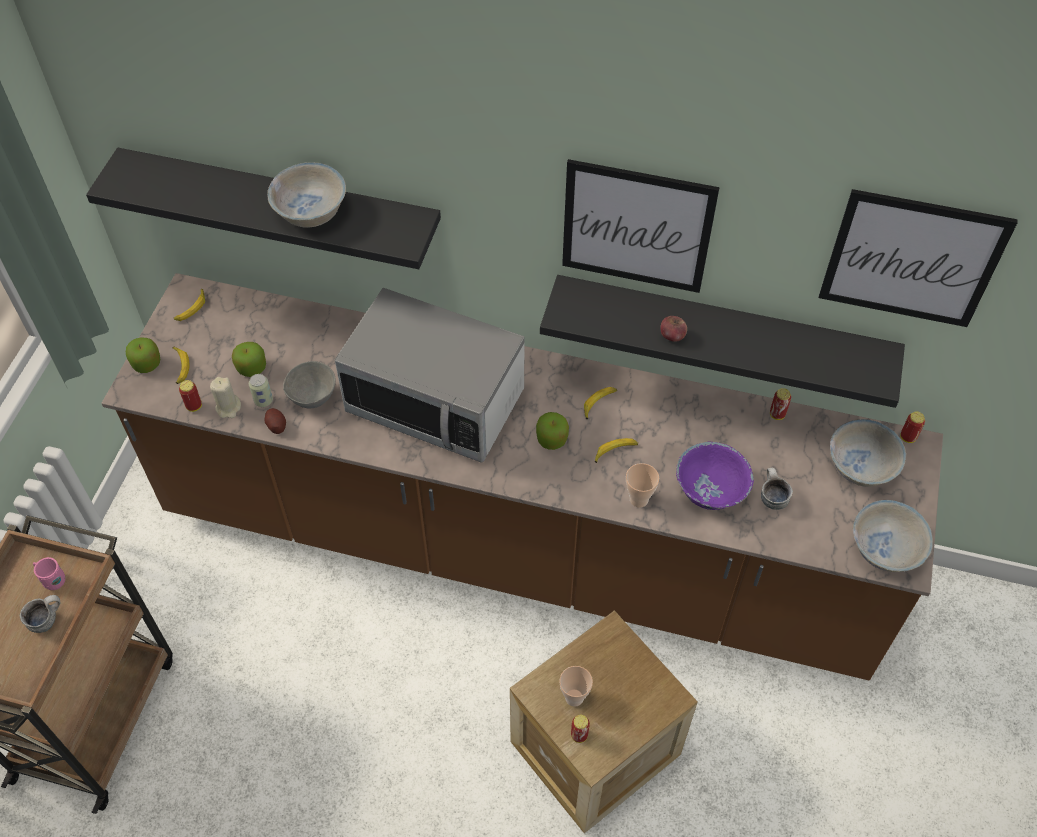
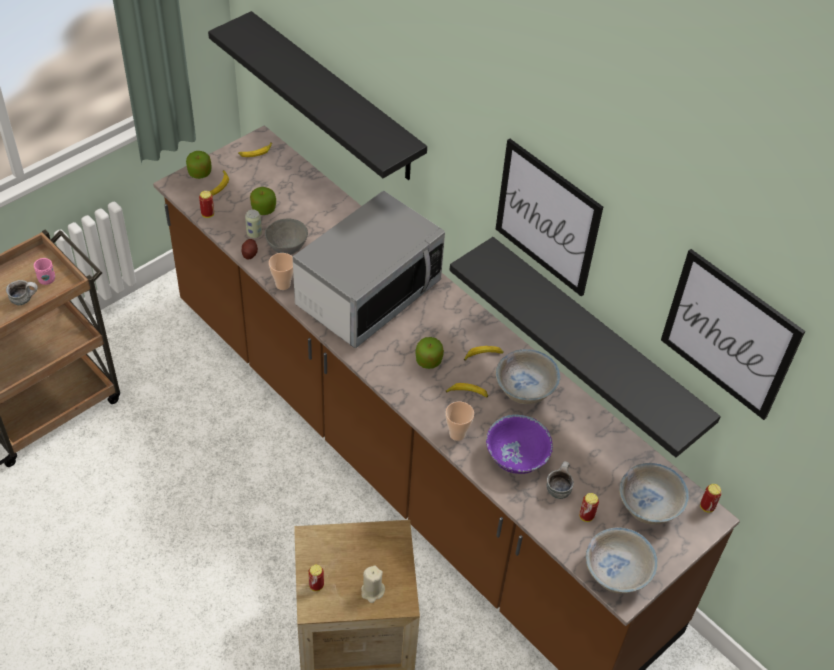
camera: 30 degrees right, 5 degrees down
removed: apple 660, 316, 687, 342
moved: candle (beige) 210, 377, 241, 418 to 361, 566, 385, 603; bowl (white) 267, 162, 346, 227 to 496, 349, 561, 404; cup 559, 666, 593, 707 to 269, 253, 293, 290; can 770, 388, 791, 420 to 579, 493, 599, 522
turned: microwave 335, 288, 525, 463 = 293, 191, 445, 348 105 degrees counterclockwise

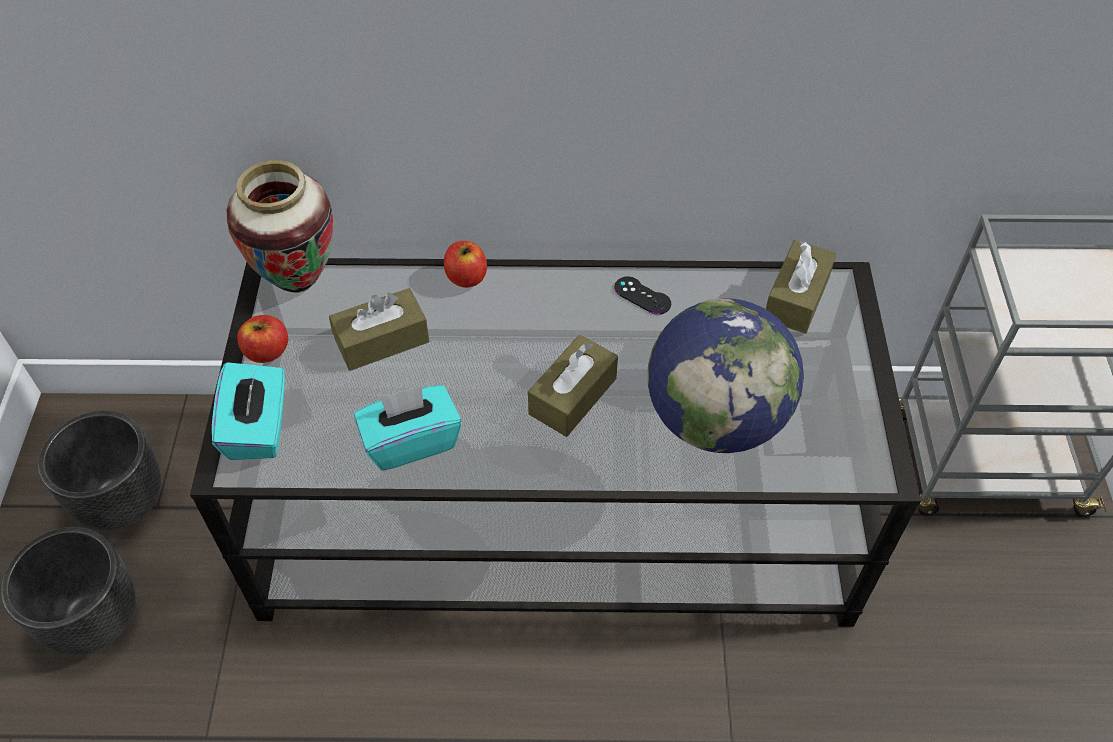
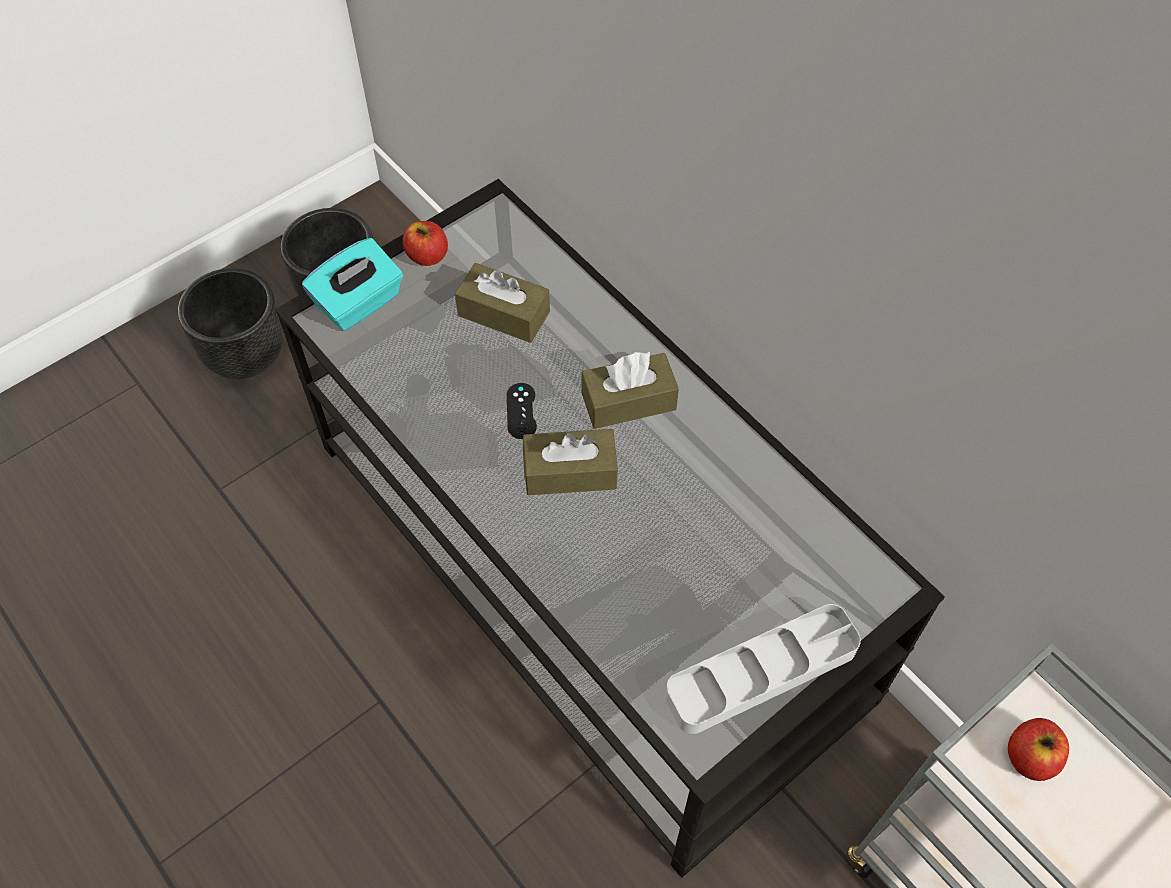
camera: 50 degrees right, 5 degrees up
removed: vase 227, 160, 333, 293; tissue box (turquoise) 354, 385, 462, 471; globe 648, 298, 804, 453
added: tray (grey) 665, 604, 861, 734
moved: apple 444, 241, 487, 288 to 1008, 718, 1069, 781; game controller (black) 614, 276, 671, 315 to 507, 383, 537, 439; tissue box (brown) 766, 240, 836, 334 to 581, 351, 679, 429

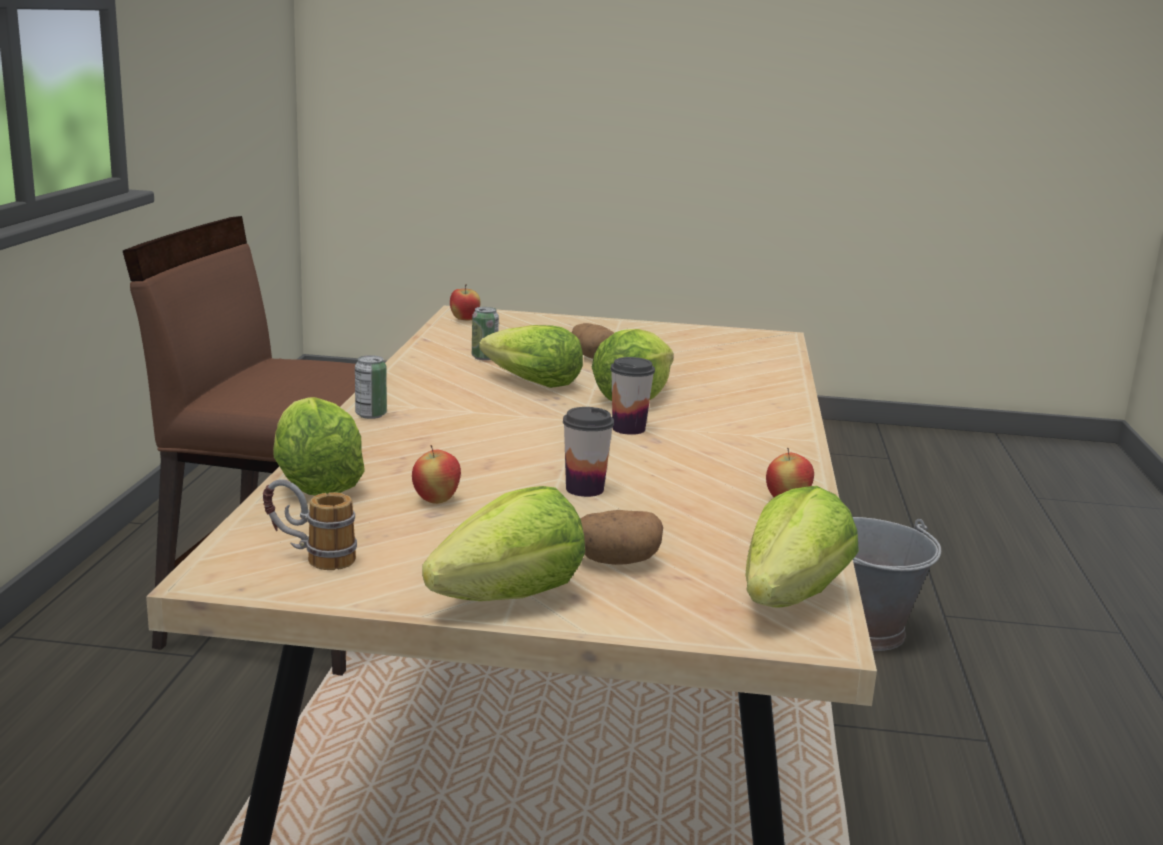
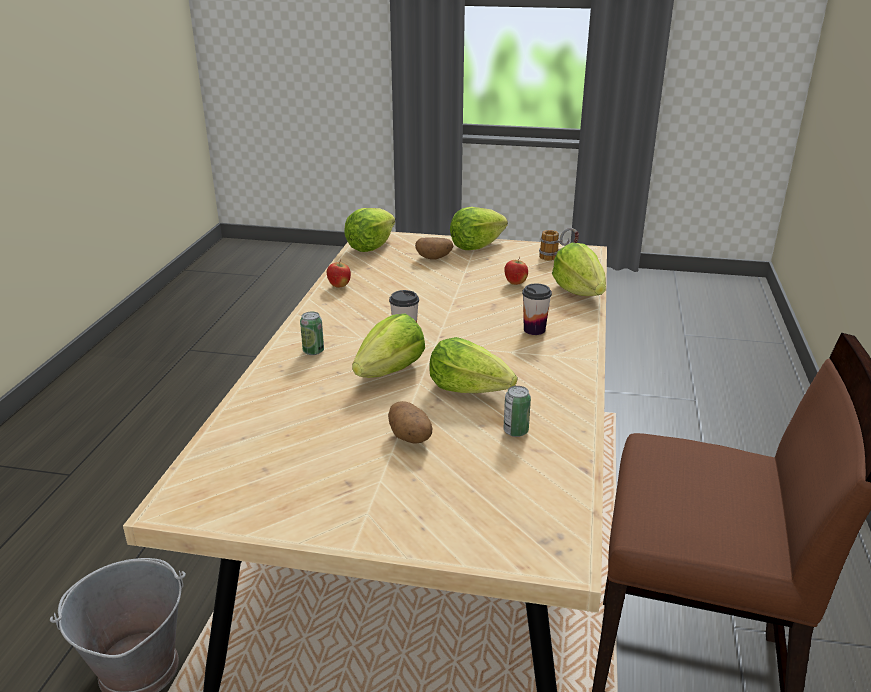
camera: 175 degrees left, 10 degrees up
removed: apple 450, 284, 480, 321
moved: can 355, 355, 387, 419 to 300, 311, 324, 355; cup 563, 407, 614, 497 to 522, 283, 552, 335

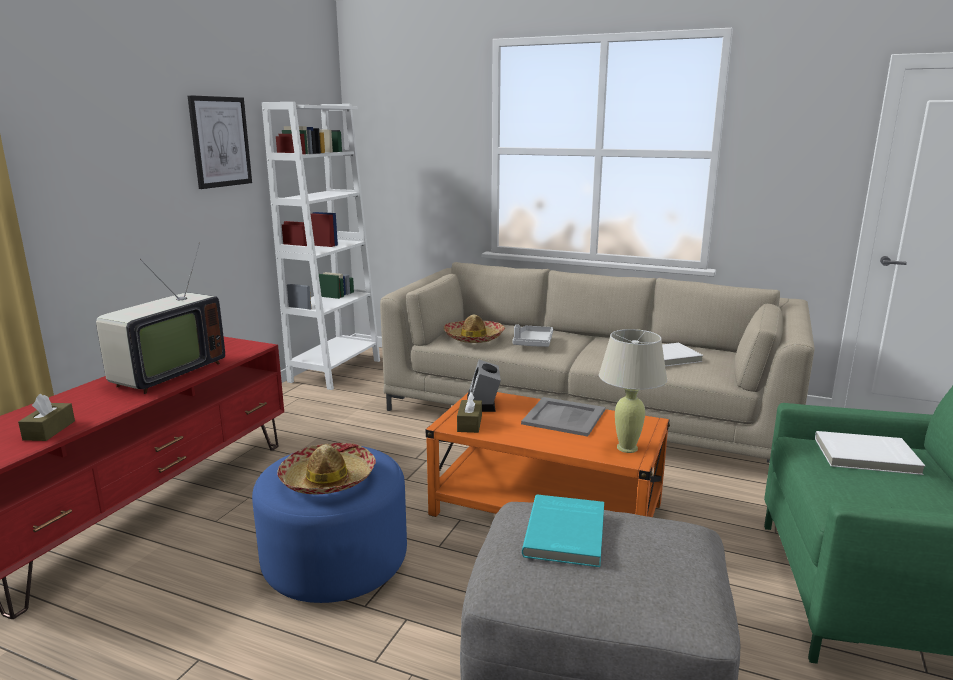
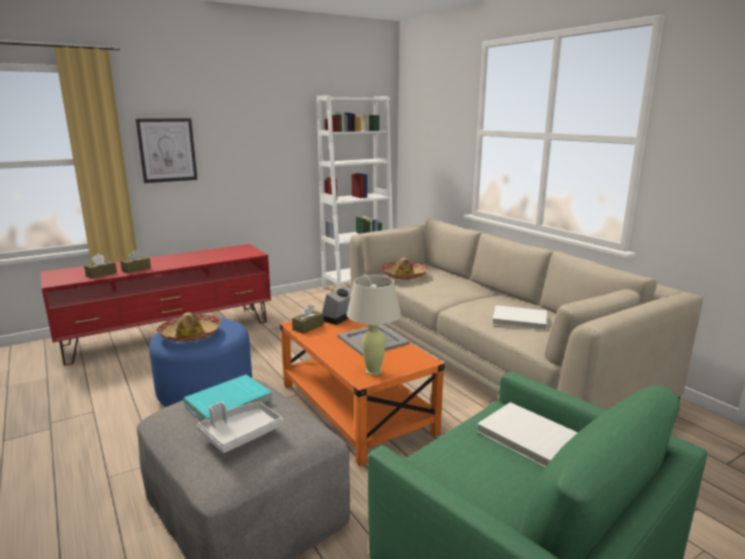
camera: 35 degrees right, 0 degrees up
removed: television 96, 243, 225, 394
added: tissue box (brown) 120, 250, 151, 273
moved: picture 188, 95, 252, 189 to 136, 118, 197, 183; tray (grey) 513, 324, 553, 347 to 197, 402, 283, 453

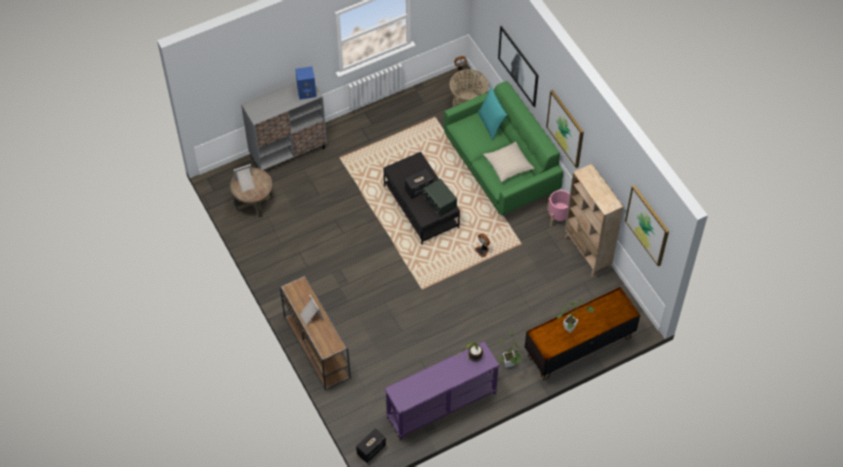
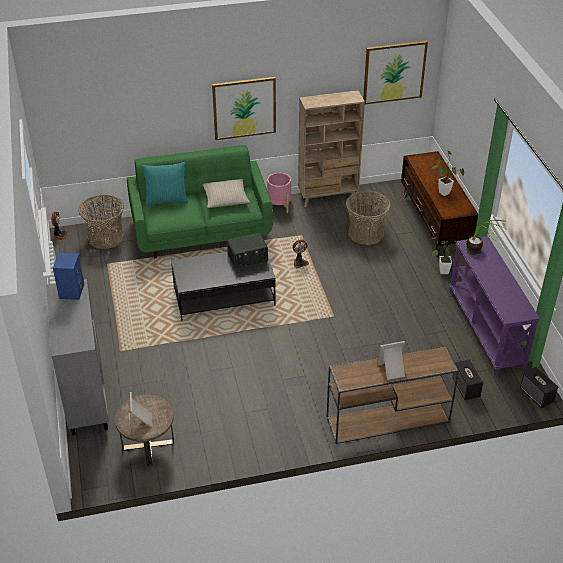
camera: 75 degrees left, 15 degrees down
removed: picture 498, 26, 539, 107
added: basket 346, 191, 391, 245
moved: speaker 405, 169, 433, 199 to 452, 359, 483, 400

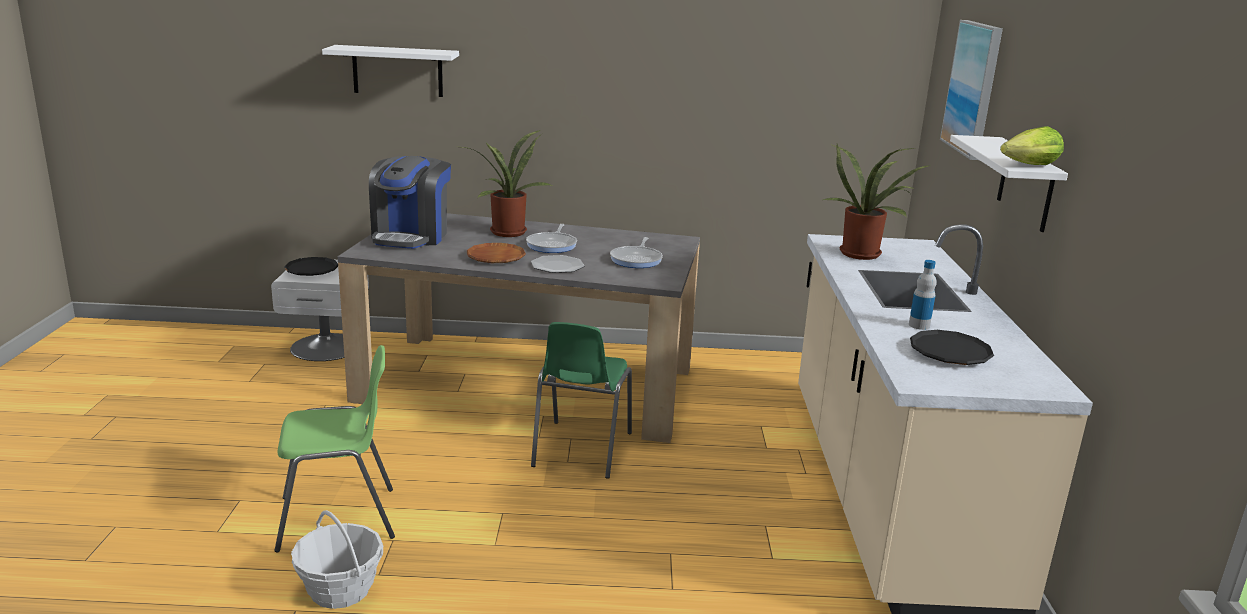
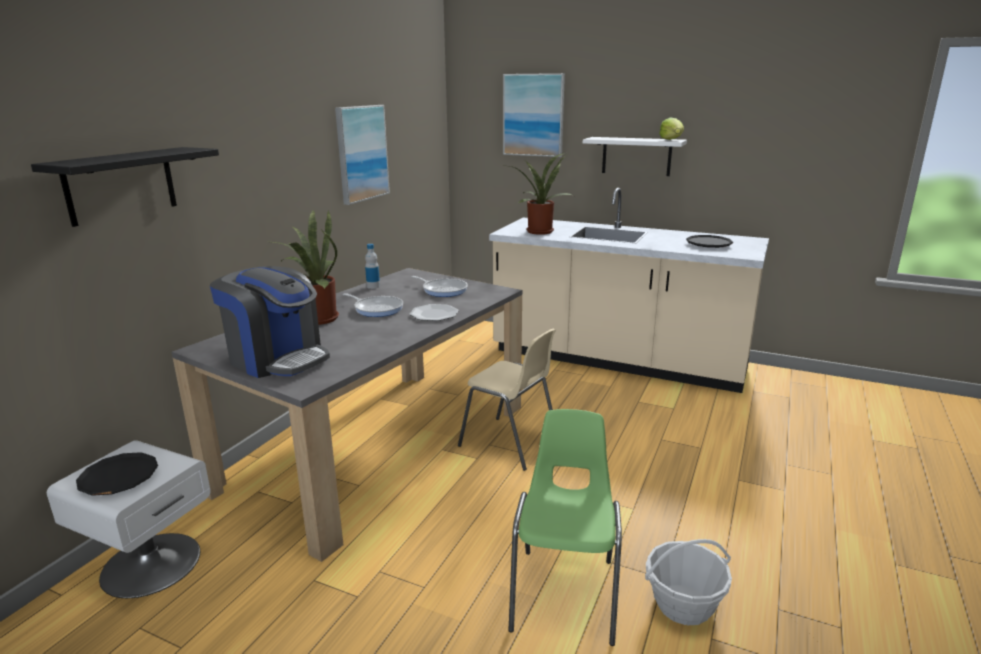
camera: 65 degrees left, 0 degrees up
removed: plate (brown) 467, 243, 526, 263
added: picture 335, 105, 390, 205
moved: bottle 909, 260, 937, 330 to 365, 244, 380, 289
recoloured: shelf (white) 322, 45, 459, 97 to shelf (black) 31, 147, 219, 227; chair (green) 531, 322, 632, 479 to chair (beige) 458, 329, 556, 471

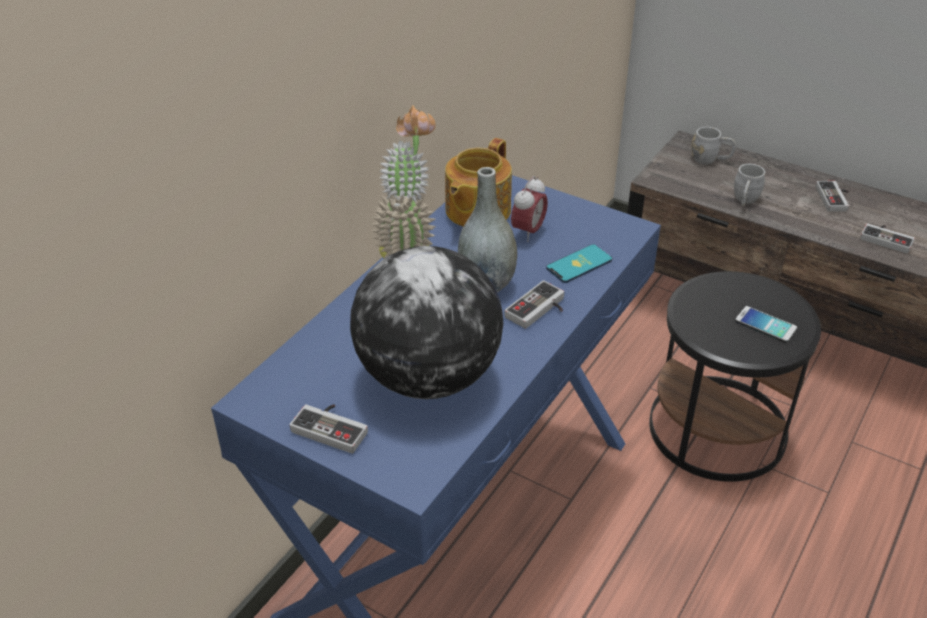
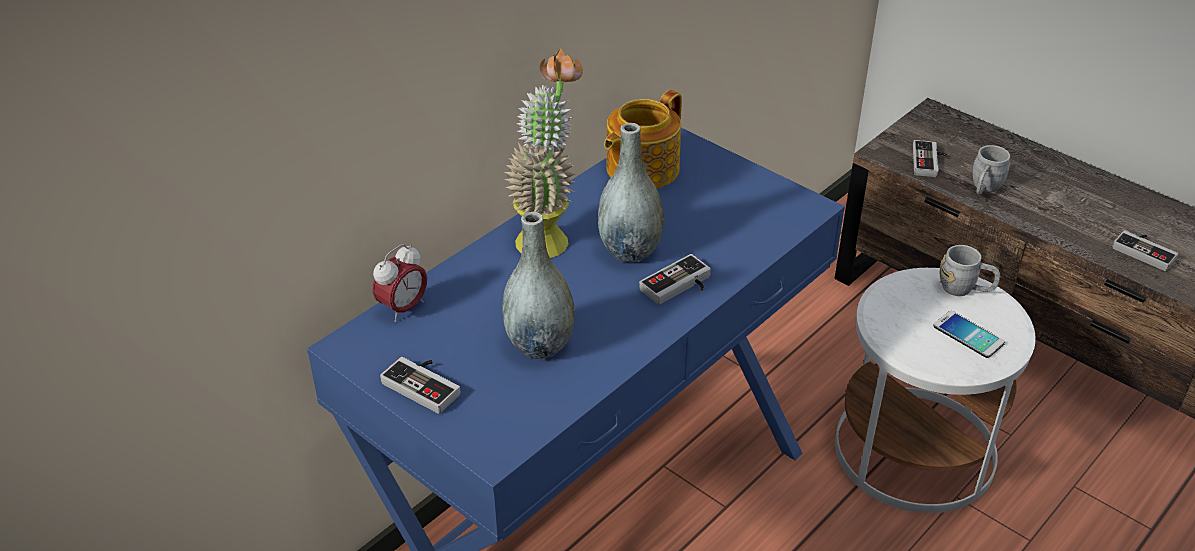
camera: 10 degrees right, 0 degrees up
removed: phone 546, 244, 612, 283
moved: alarm clock 511, 176, 548, 242 to 372, 244, 427, 322; mug (grey) 691, 127, 736, 165 to 940, 245, 1000, 296; game controller 816, 181, 849, 212 to 913, 140, 948, 177
replaced: globe 350, 246, 503, 399 to vase (grey) 503, 212, 575, 359
recoloured: side table (black) 649, 271, 821, 482 to side table (white) 835, 268, 1036, 513

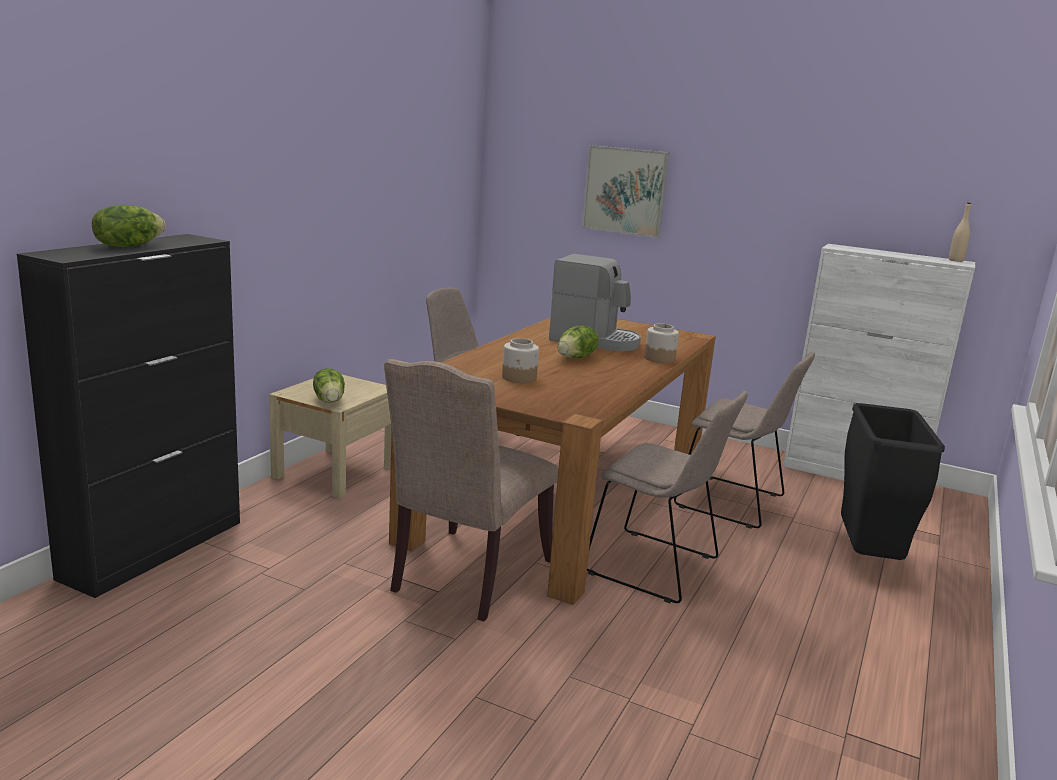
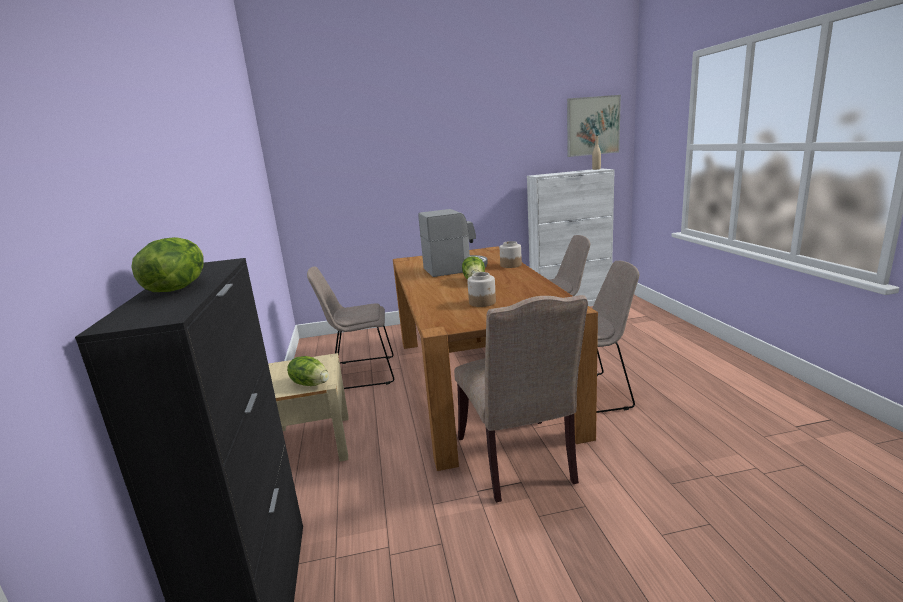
camera: 35 degrees left, 0 degrees up
removed: trash can (black) 841, 403, 945, 560
moved: picture 582, 145, 670, 238 to 567, 95, 621, 157

